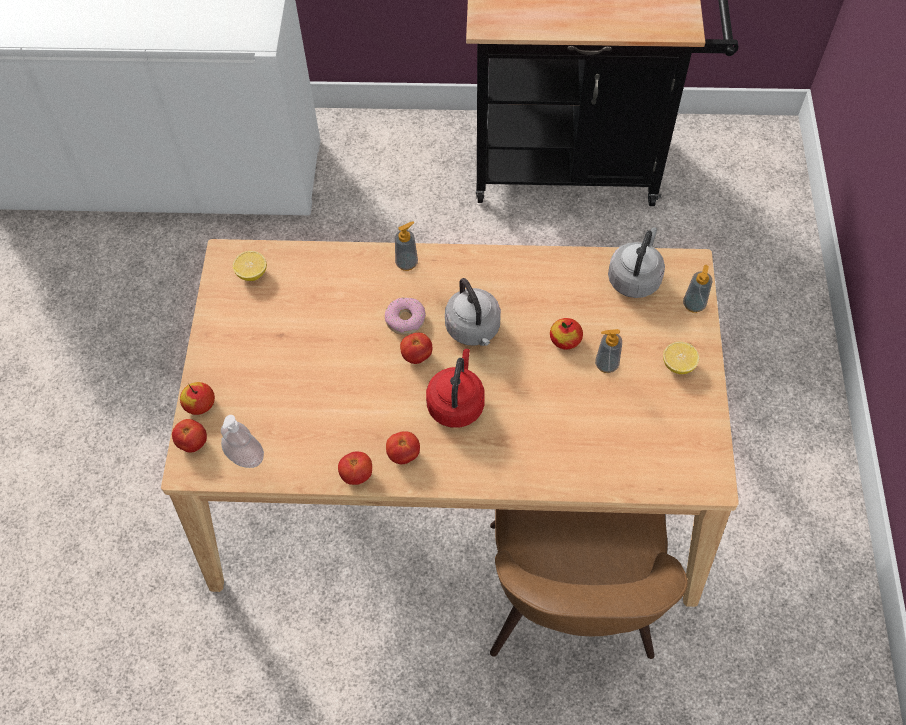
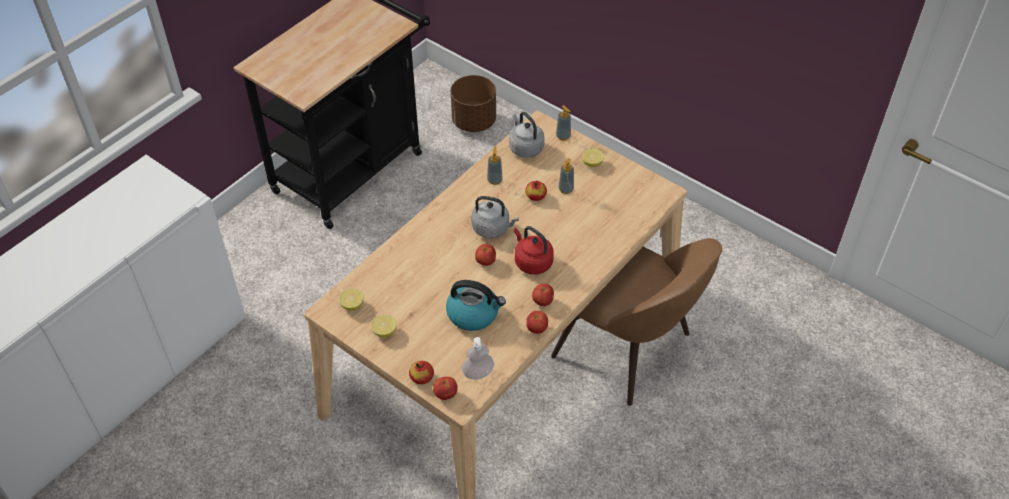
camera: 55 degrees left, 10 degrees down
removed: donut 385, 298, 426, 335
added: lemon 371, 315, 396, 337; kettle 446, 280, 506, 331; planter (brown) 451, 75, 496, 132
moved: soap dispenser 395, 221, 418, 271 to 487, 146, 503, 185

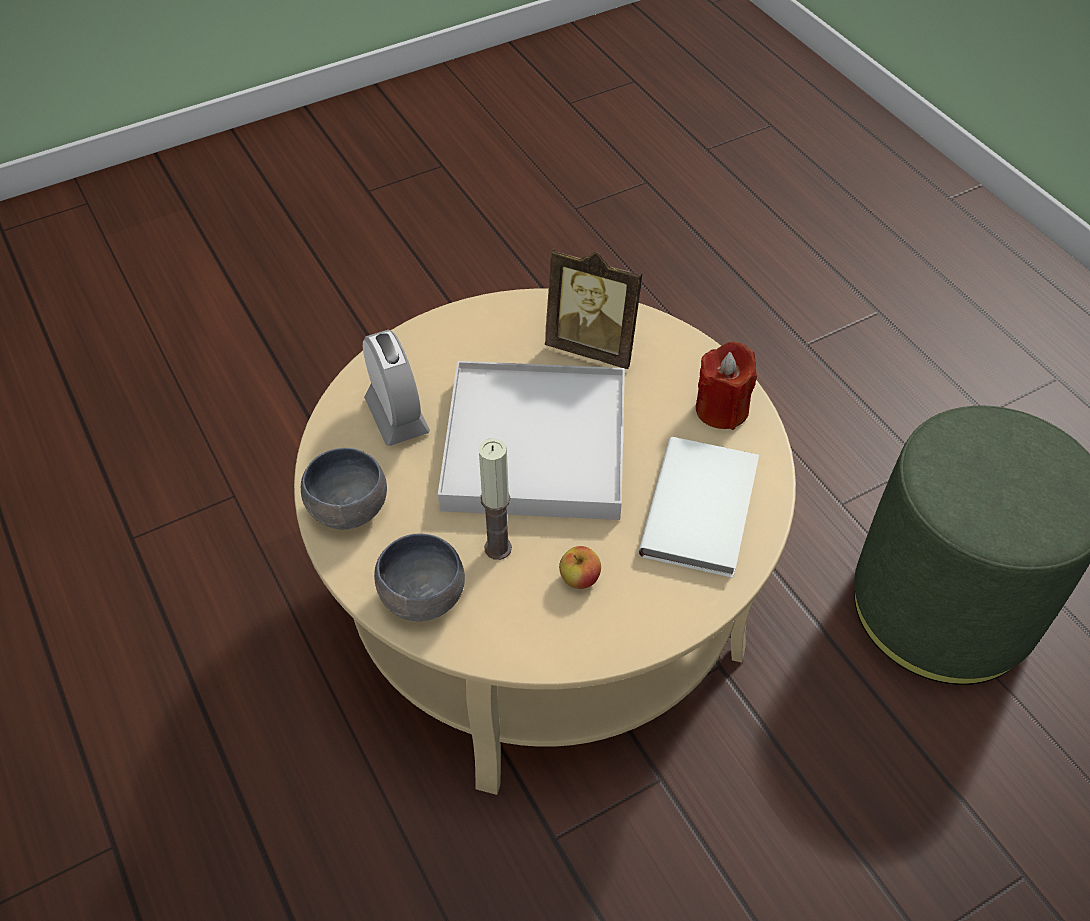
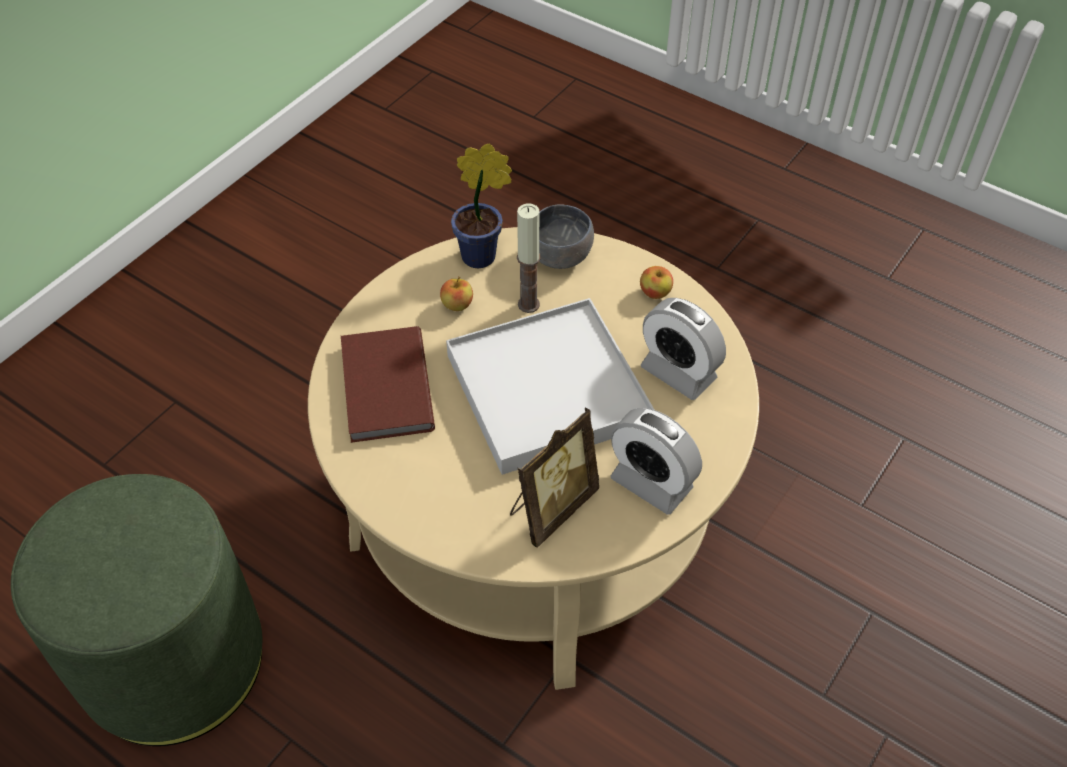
camera: 155 degrees right, 0 degrees up
removed: candle (red) 696, 342, 757, 430
added: potted plant 451, 144, 512, 268; alarm clock 611, 408, 702, 515
replaced: bowl (grey) 301, 448, 387, 529 to apple 640, 266, 673, 299
recoloured: book (white) 638, 437, 759, 578 to book (brown) 341, 326, 435, 443
turned: picture frame 545, 249, 643, 369 = 510, 408, 599, 548 135 degrees clockwise

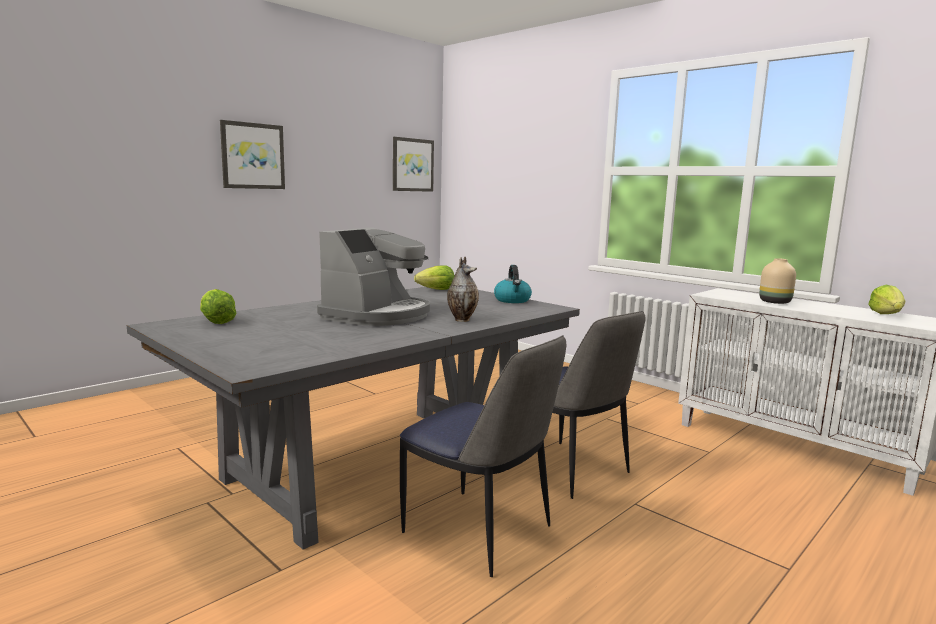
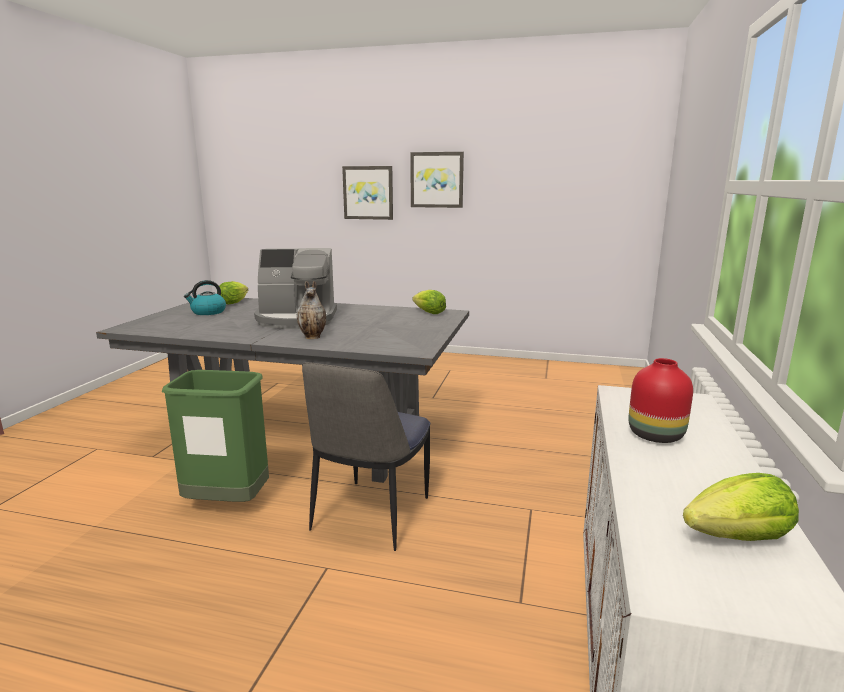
camera: 60 degrees right, 5 degrees up
moved: picture 393, 137, 434, 192 to 342, 166, 393, 220; kettle 494, 265, 532, 303 to 184, 280, 226, 315
replaced: chair 400, 335, 566, 577 to trash can (green) 162, 370, 269, 502
recoloured: vase (beige) 759, 258, 796, 304 to vase (red) 628, 358, 693, 443

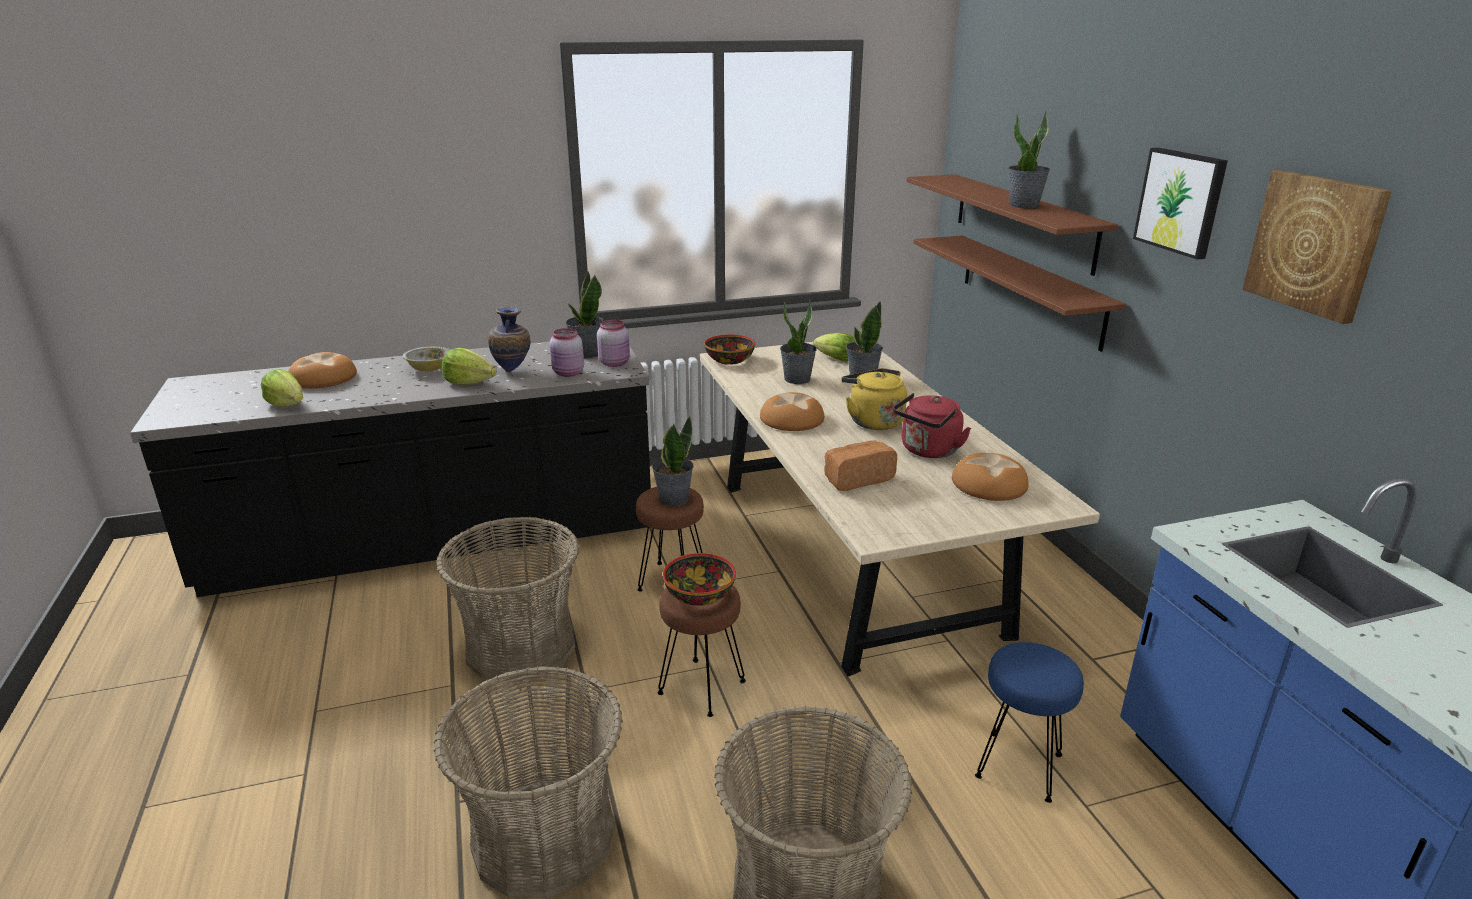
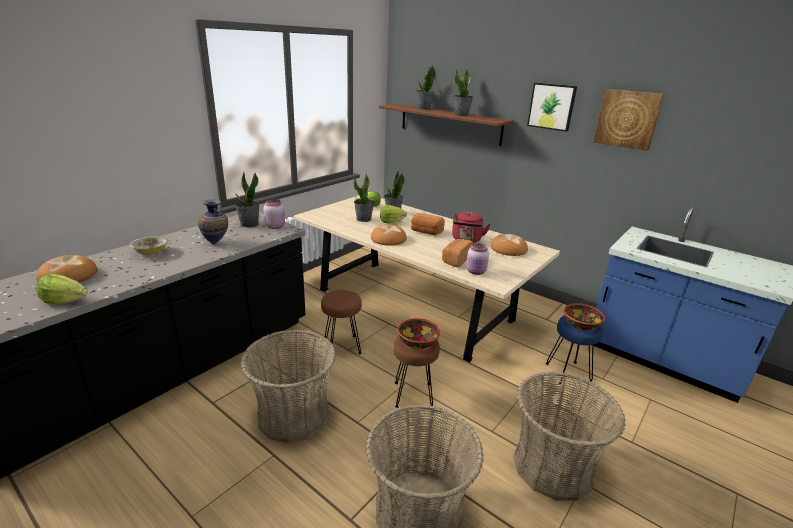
camera: 35 degrees left, 0 degrees up
removed: shelf (brown) 914, 235, 1126, 352
moved: lettuce 442, 348, 497, 385 to 380, 205, 407, 223; jar (pink) 550, 328, 584, 377 to 466, 243, 489, 275; potted plant 652, 416, 694, 506 to 416, 65, 435, 110; bowl 704, 334, 755, 365 to 564, 303, 605, 331
replaced: kettle (yellow) 842, 368, 907, 430 to bread 411, 213, 445, 235

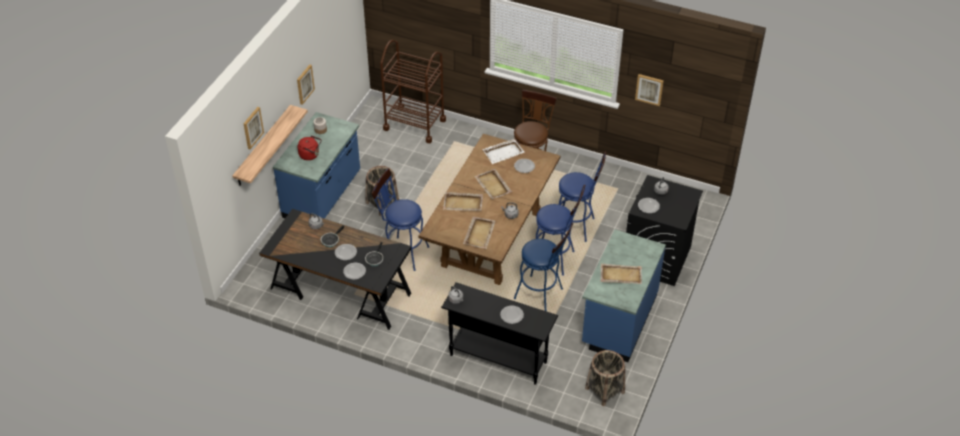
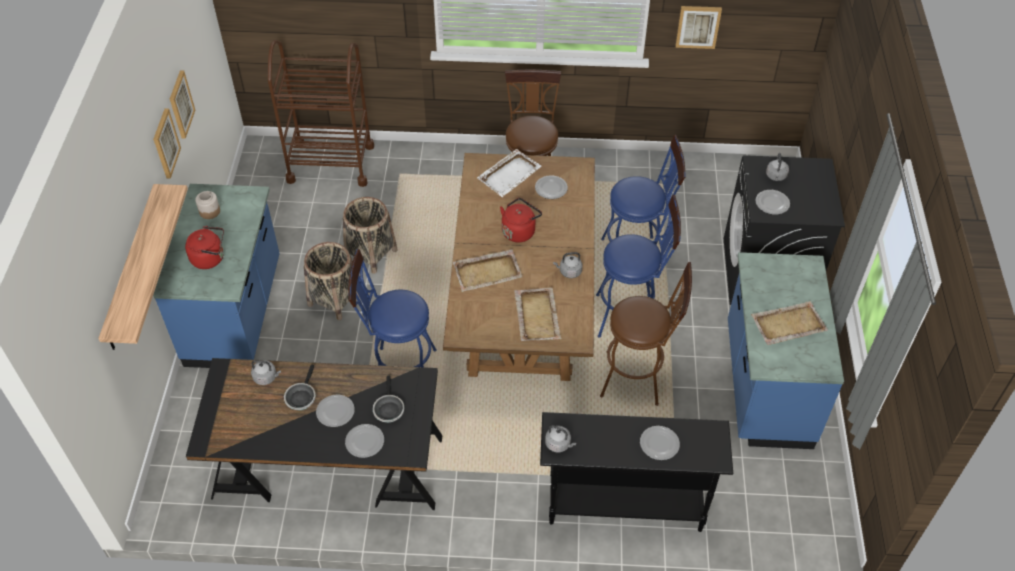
camera: 20 degrees left, 5 degrees up
moved: picture 243, 107, 264, 149 to 170, 70, 195, 139; basket 585, 350, 625, 407 to 343, 197, 398, 274
replaced: tray (beige) 474, 169, 512, 199 to kettle (red) 500, 198, 542, 242
recoloured: stool (blue) 514, 223, 573, 311 to stool (brown) 600, 262, 692, 406

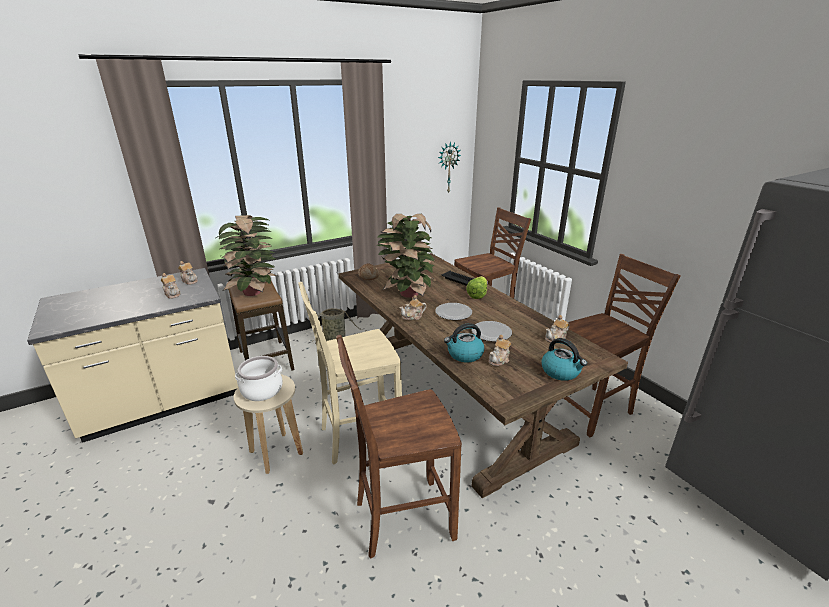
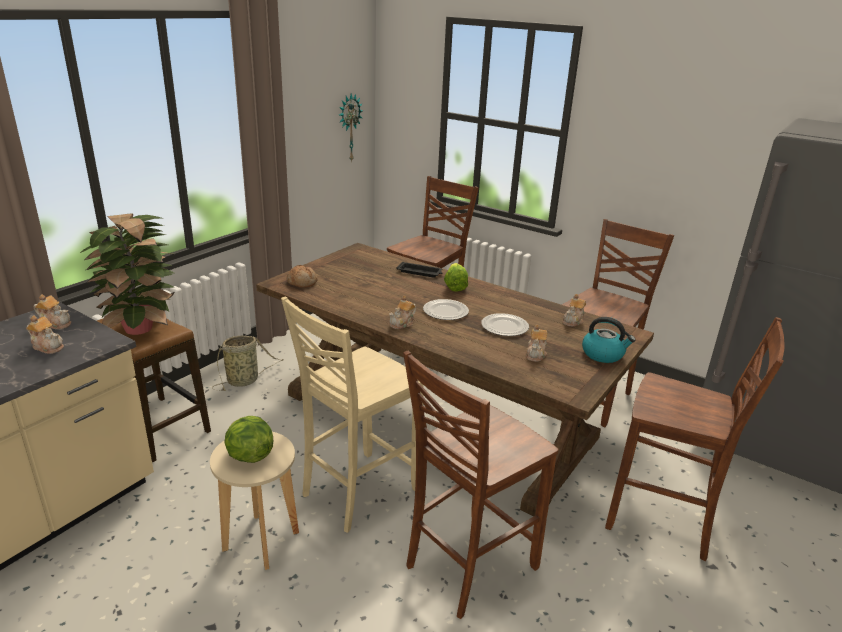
camera: 25 degrees left, 0 degrees up
removed: potted plant 377, 214, 435, 298; kettle 444, 323, 484, 363
added: chair (brown) 605, 317, 785, 561
replaced: cooking pot 235, 356, 283, 401 to lettuce 225, 416, 273, 463

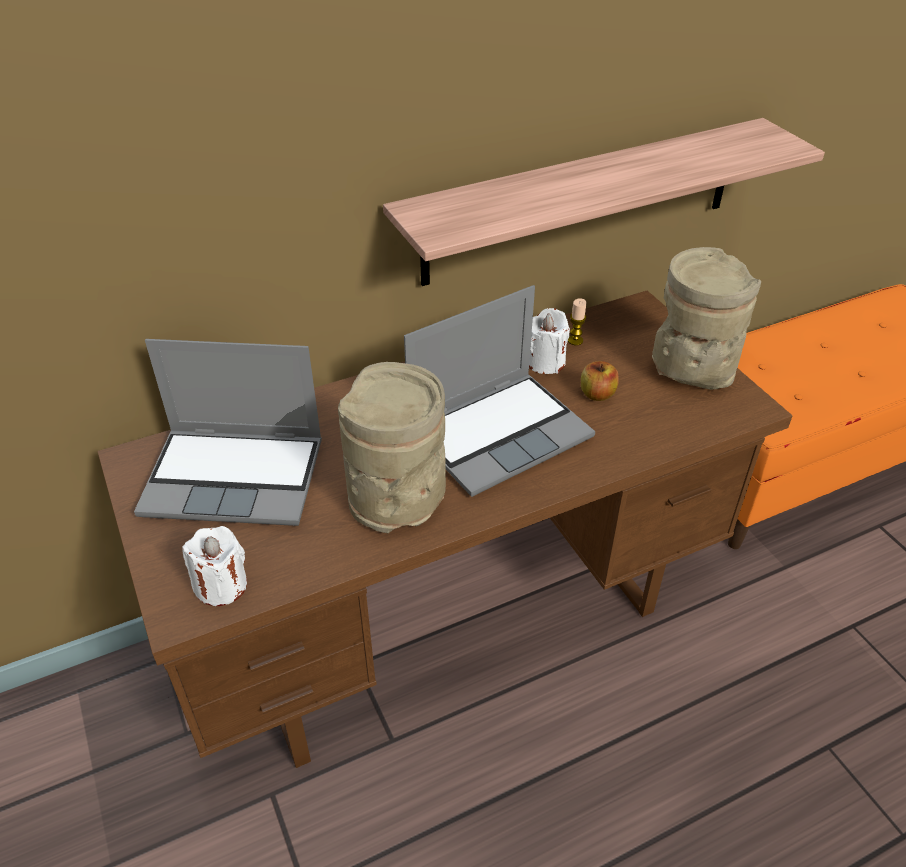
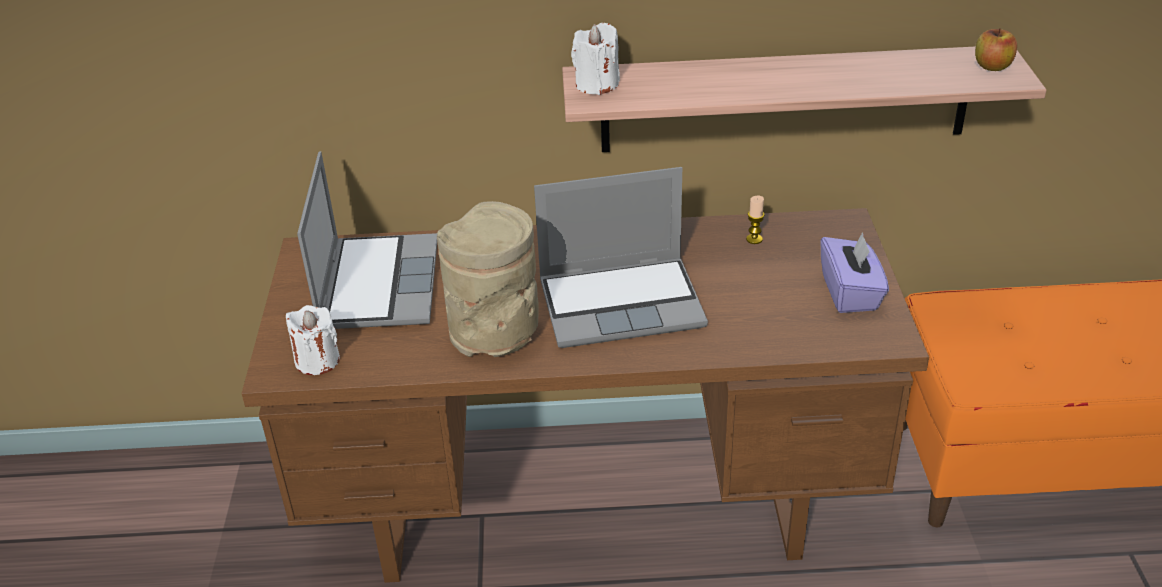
camera: 25 degrees right, 5 degrees down
moved: candle (white) 529, 308, 570, 374 to 571, 23, 620, 95; apple 581, 361, 619, 401 to 975, 28, 1017, 71
replaced: vase (beige) 652, 247, 761, 390 to tissue box (purple) 820, 232, 889, 313
turned: laptop 134, 339, 322, 526 = 297, 151, 437, 329 120 degrees counterclockwise

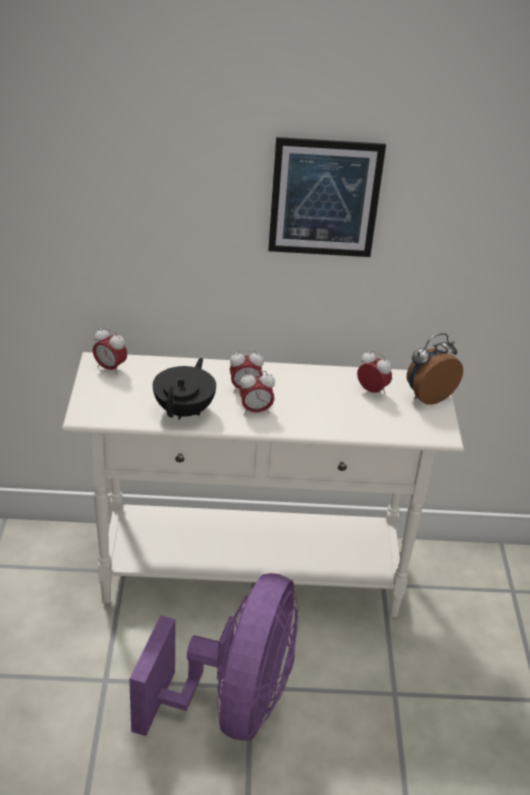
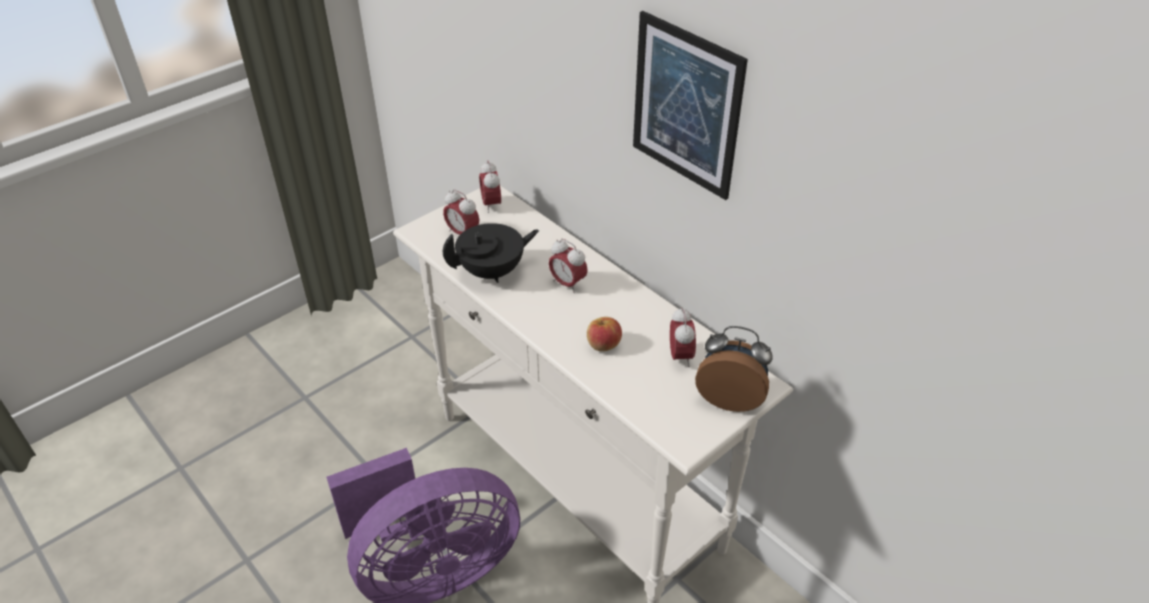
camera: 50 degrees right, 5 degrees up
added: apple 587, 317, 622, 351
moved: alarm clock 240, 371, 275, 415 to 443, 189, 479, 235

